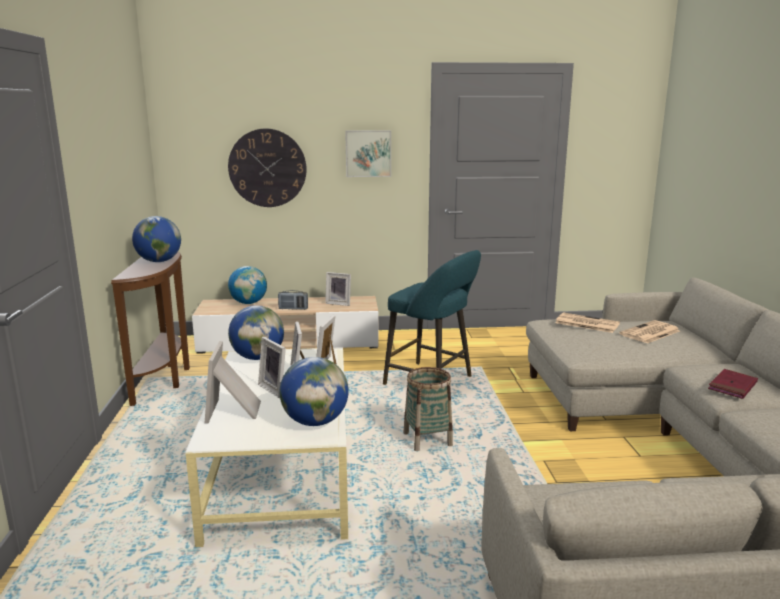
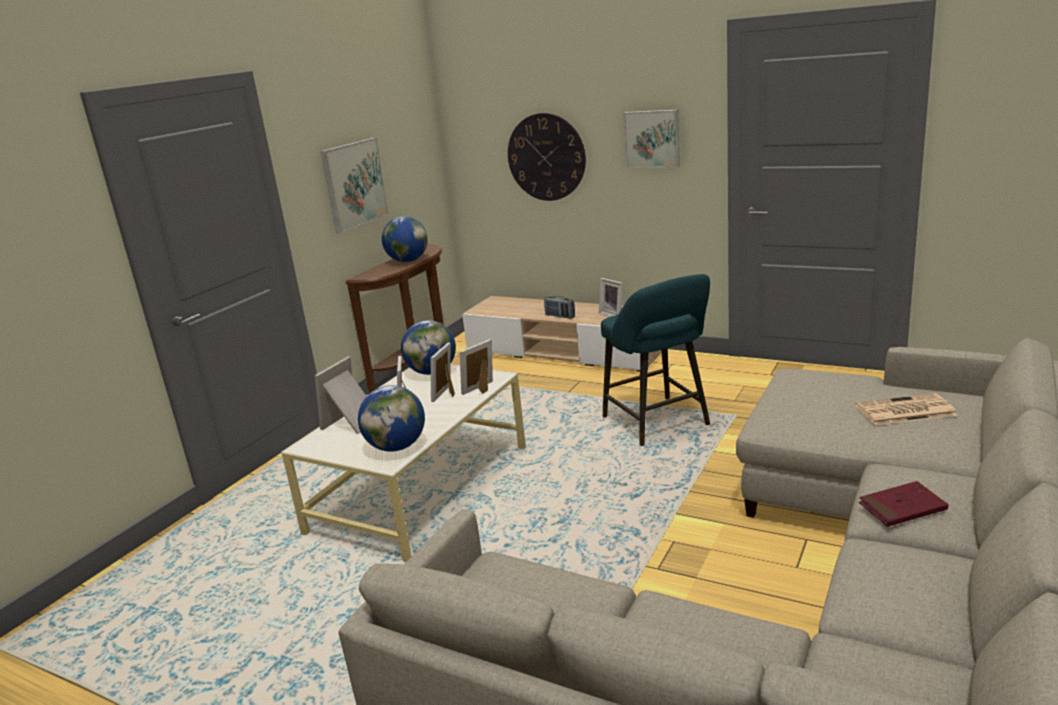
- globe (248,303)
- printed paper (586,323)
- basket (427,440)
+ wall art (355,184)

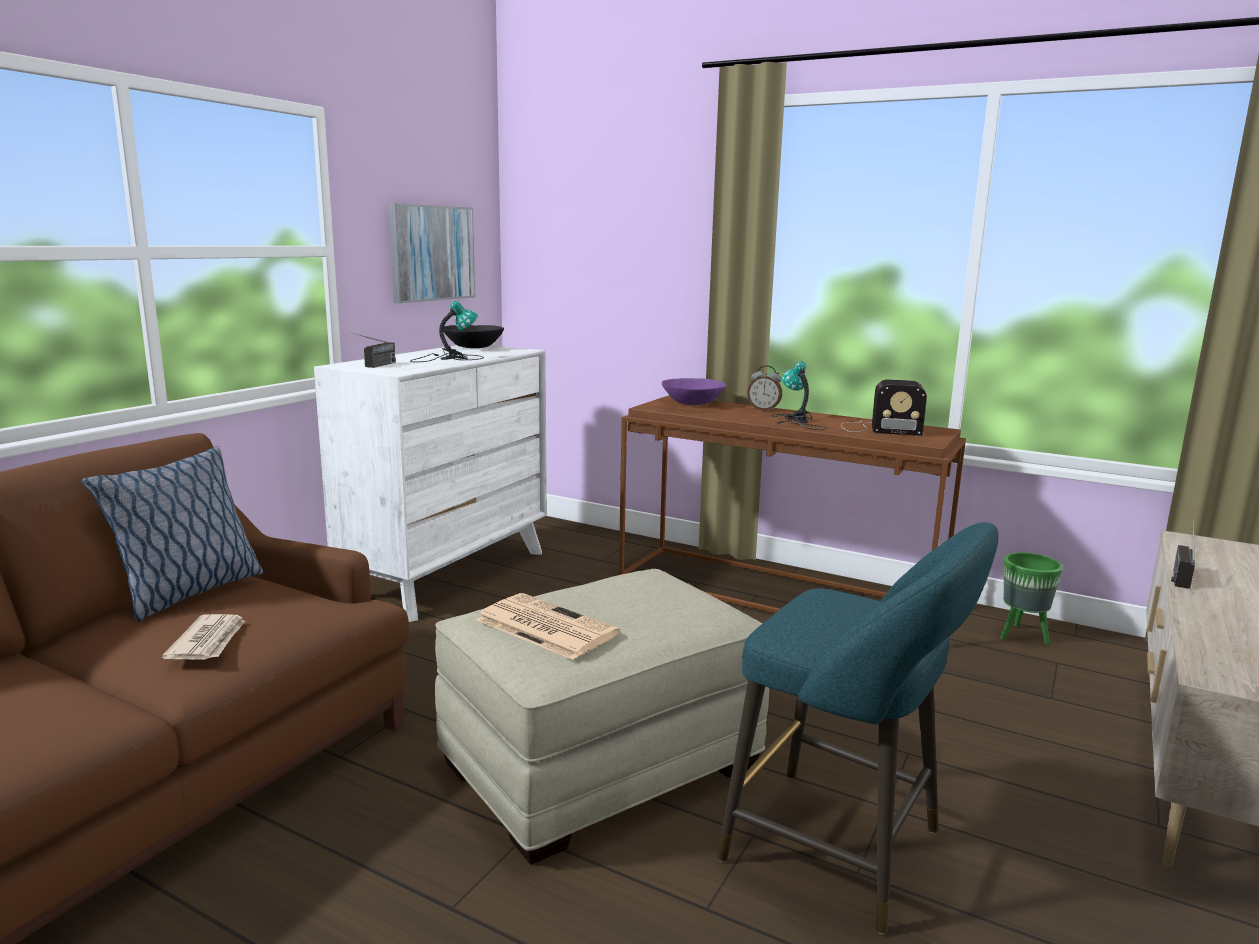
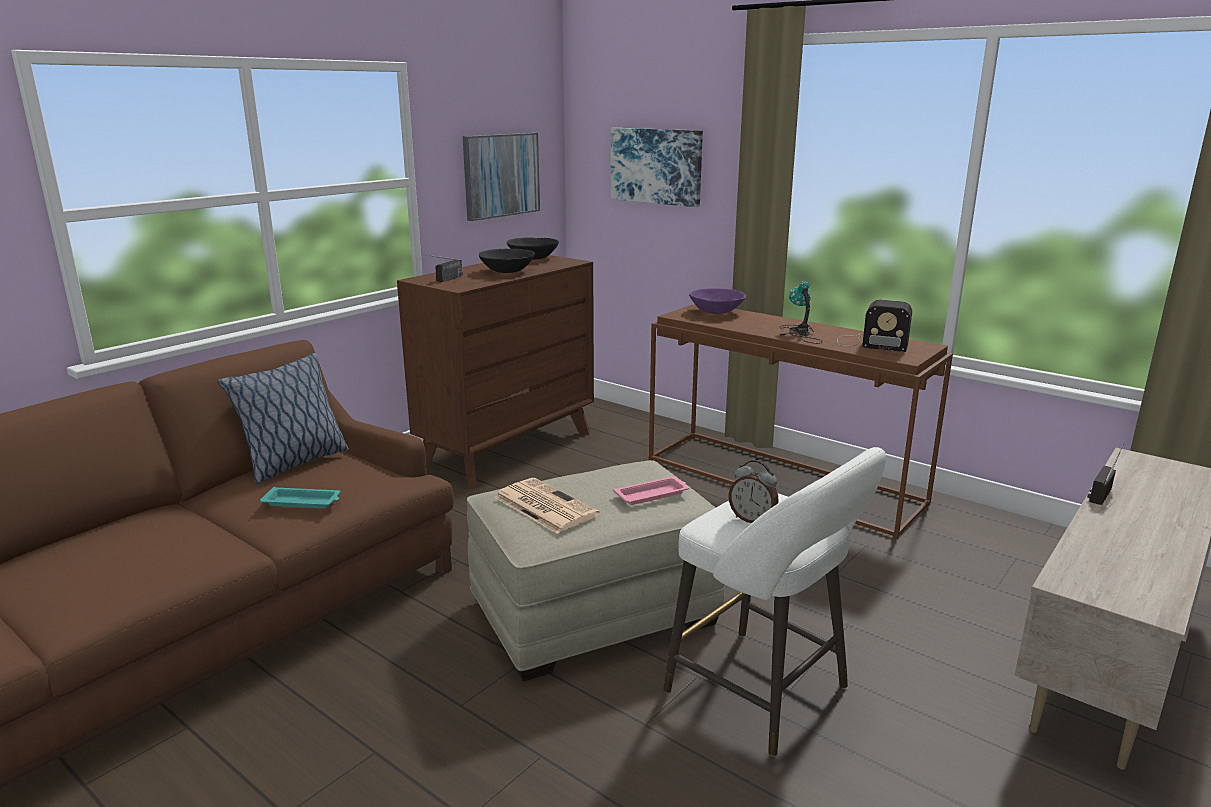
~ lamp for a table (449,358) to bowl/black-coloured (507,271)
~ drawer chest/white (447,574) to drawer chest/brown-coloured (507,449)
~ table clock (764,409) to (752,519)
~ stool/turquoise (843,851) to stool/white (764,694)
- planter/green-coloured (1022,636)
~ printed paper (209,641) to serving tray/turquoise (303,502)
+ wall art (656,166)
+ serving tray/pink (652,495)

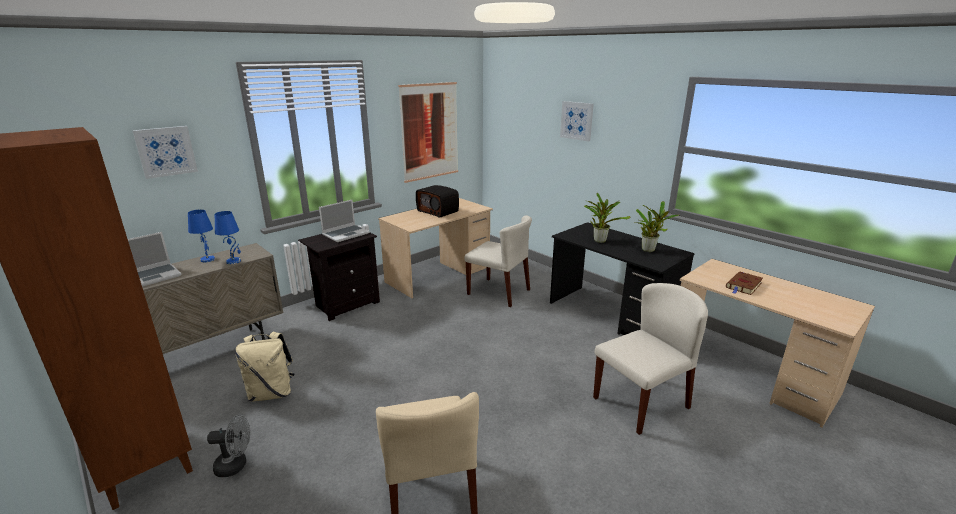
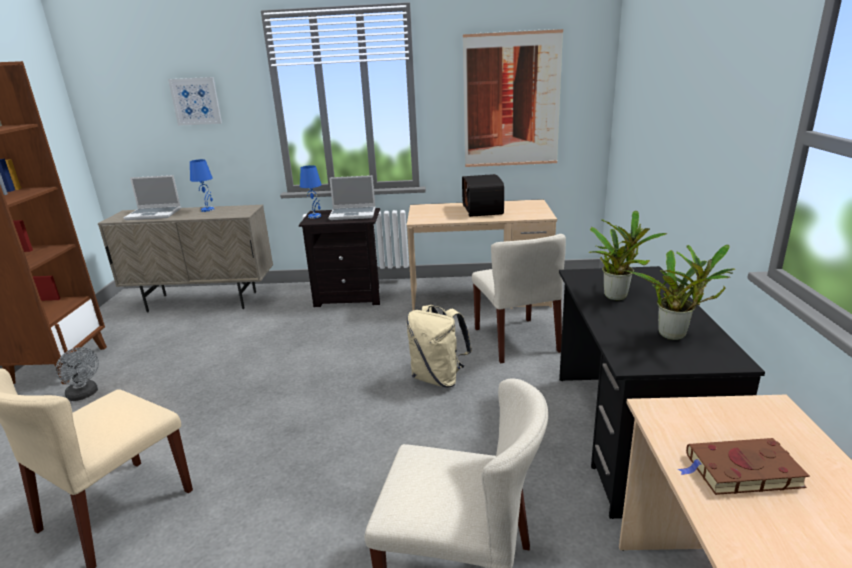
- wall art (577,120)
~ lamp for a table/blue (234,261) to (315,216)
~ rucksack/beige-coloured (271,393) to (438,378)

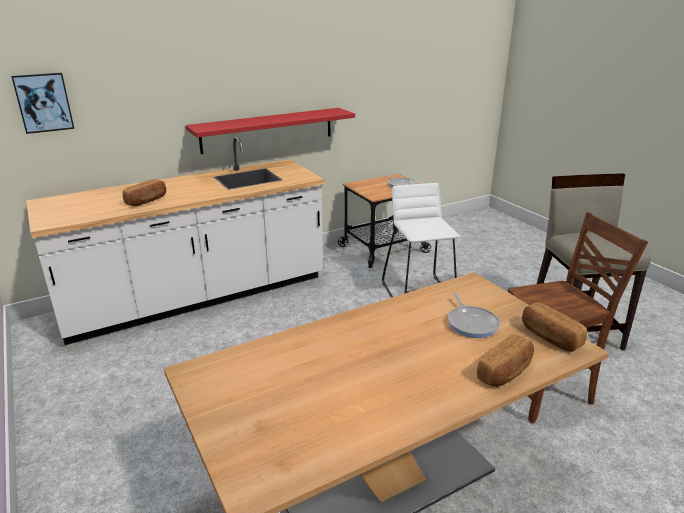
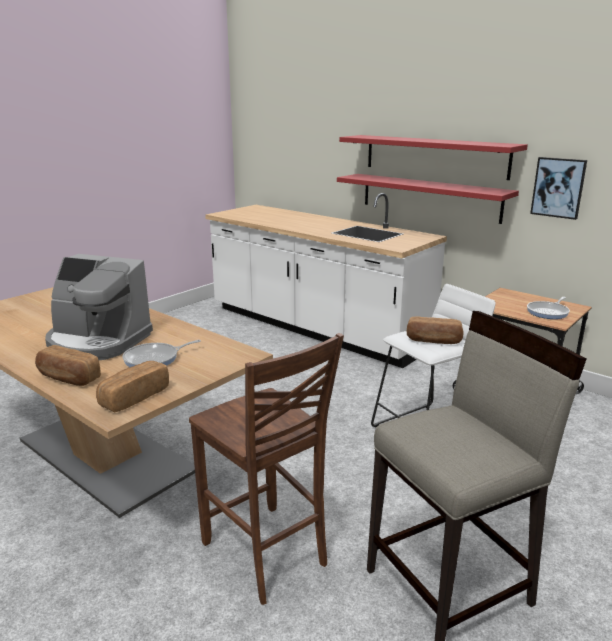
~ wall art (43,102) to (558,187)
~ bread (147,200) to (433,340)
+ shelf/red (434,156)
+ coffee maker (98,342)

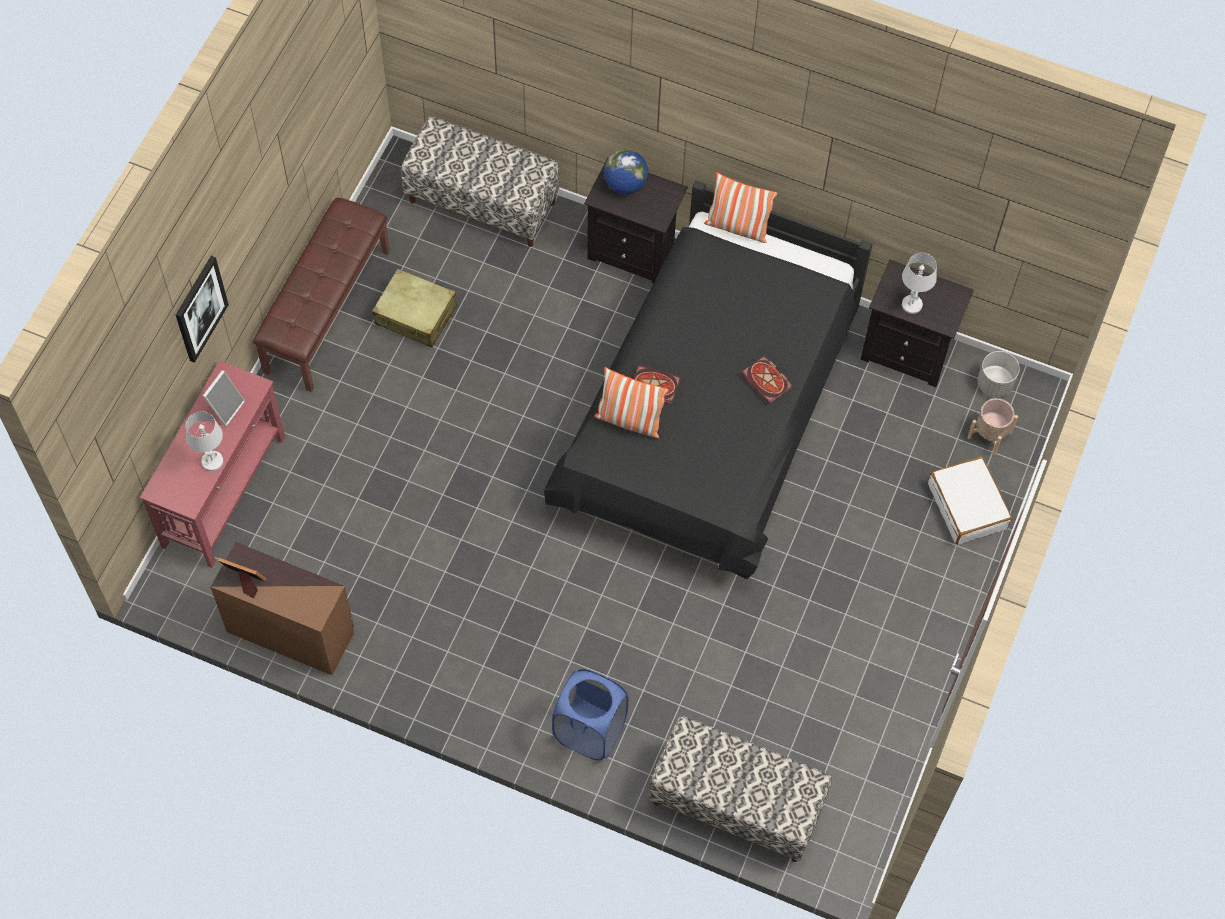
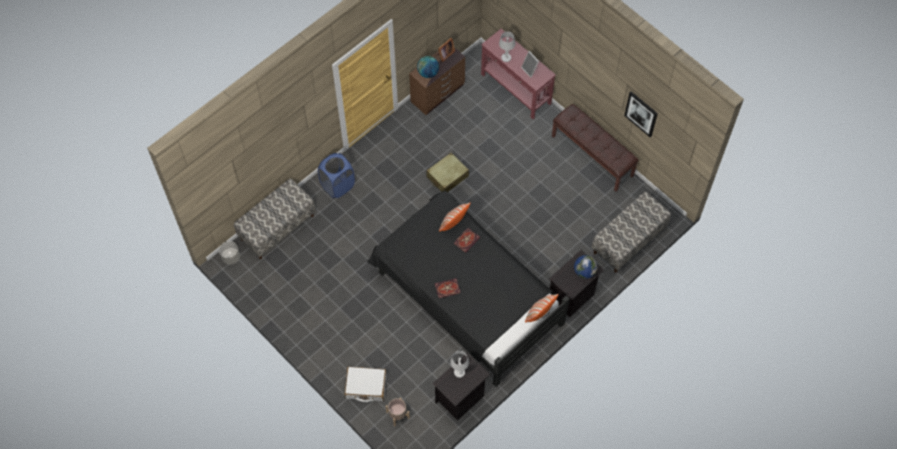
~ wall art (200,308) to (641,113)
~ suitcase/beige-coloured (416,315) to (447,177)
~ planter/greyish (995,383) to (231,257)
+ globe (428,73)

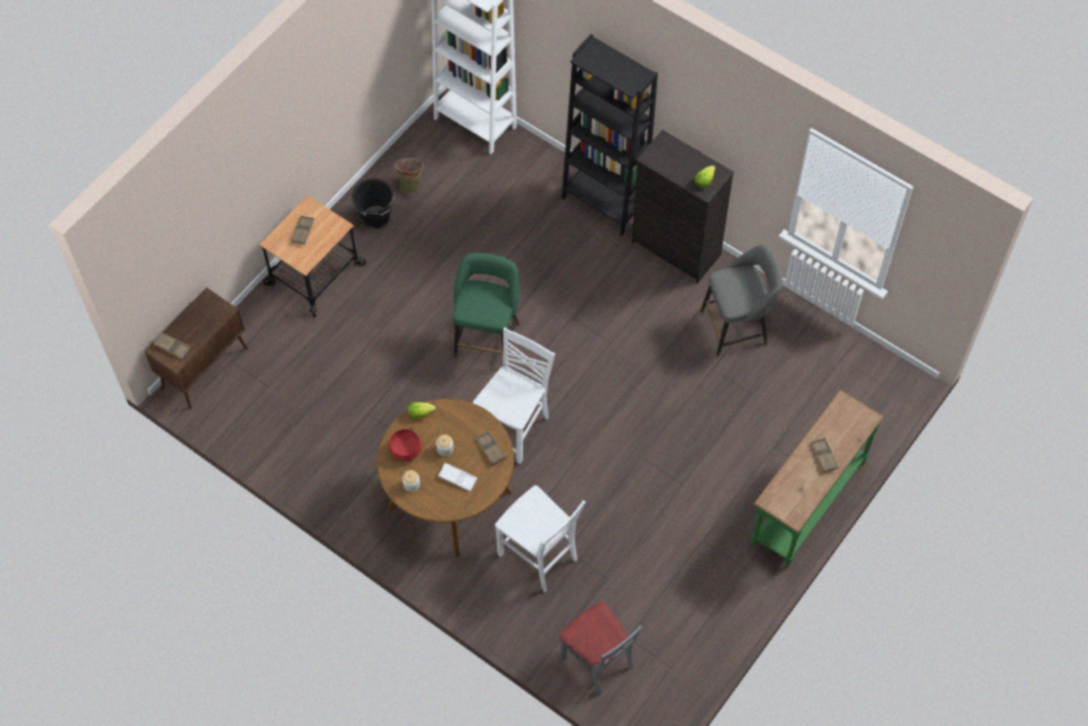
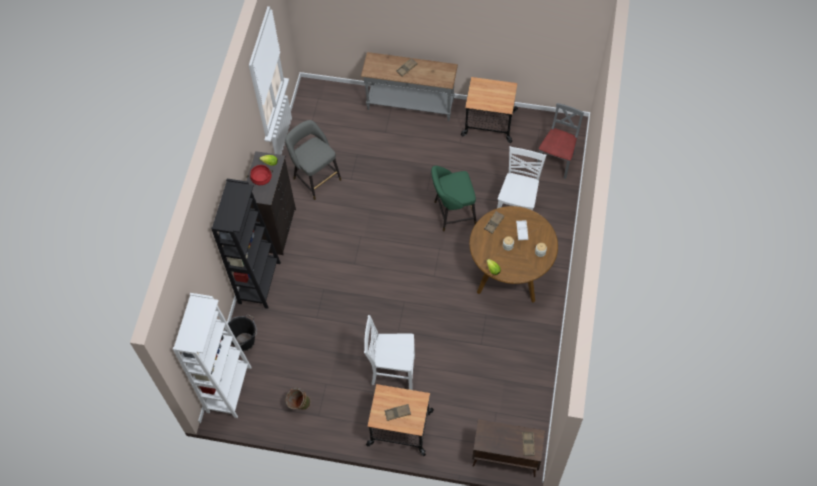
~ water bucket/black-coloured (376,218) to (245,341)
~ stool/green-coloured (487,337) to (452,213)
~ upright chair/white (515,428) to (392,371)
~ narrow table/green-coloured (806,502) to narrow table/greyish (410,106)
~ stockpot/red (406,450) to (261,178)
+ wheeled cart (489,123)

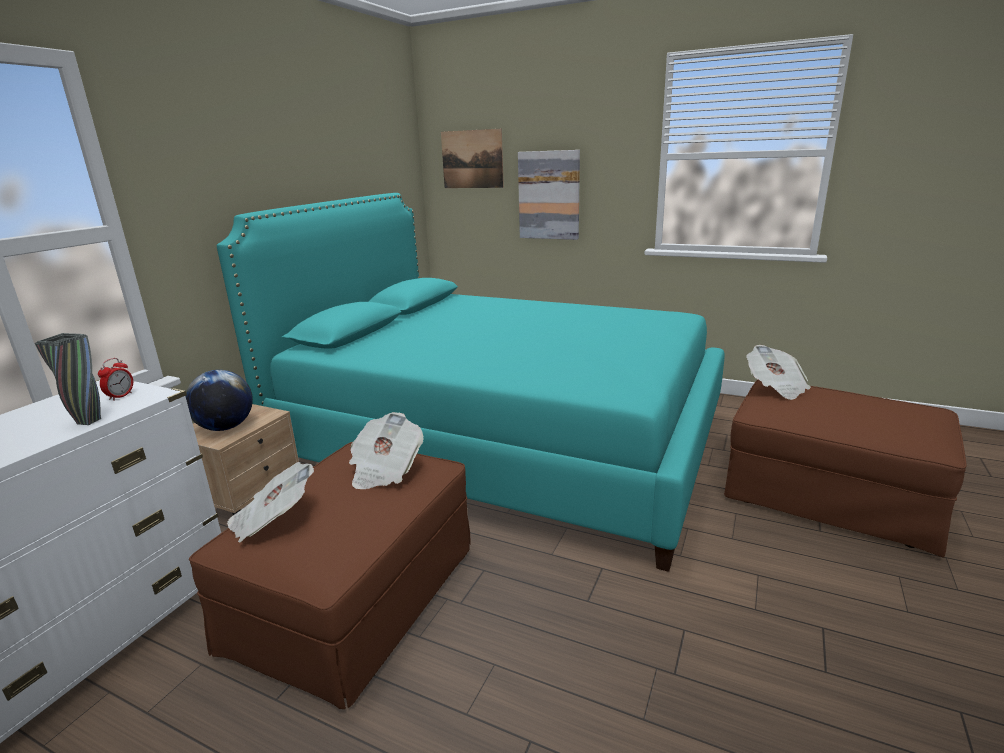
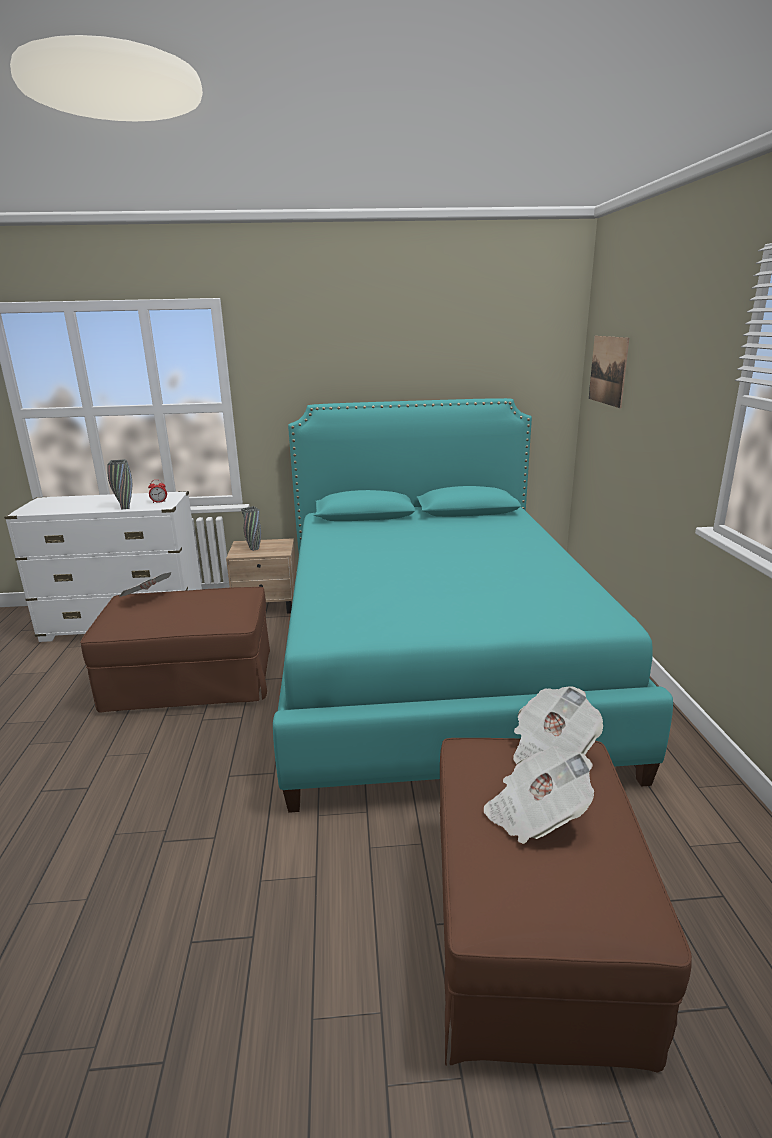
- wall art (549,195)
~ globe (226,427) to decorative vase/greyish (254,549)
~ printed paper (385,469) to (535,814)

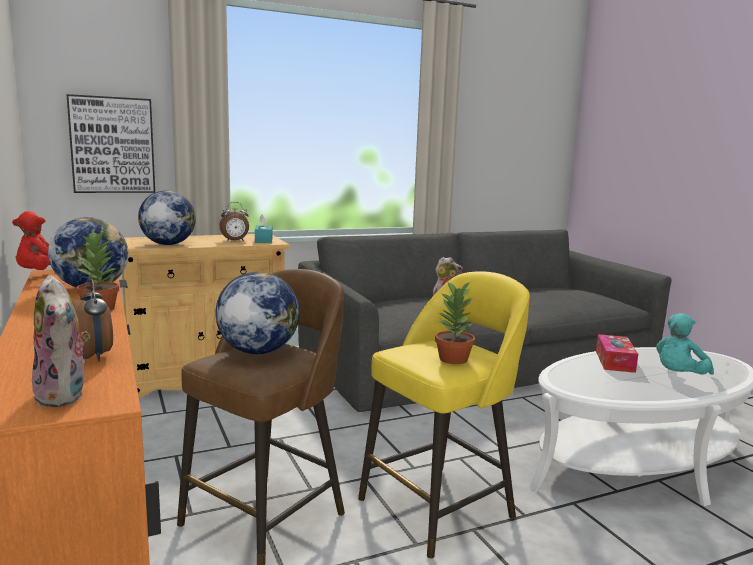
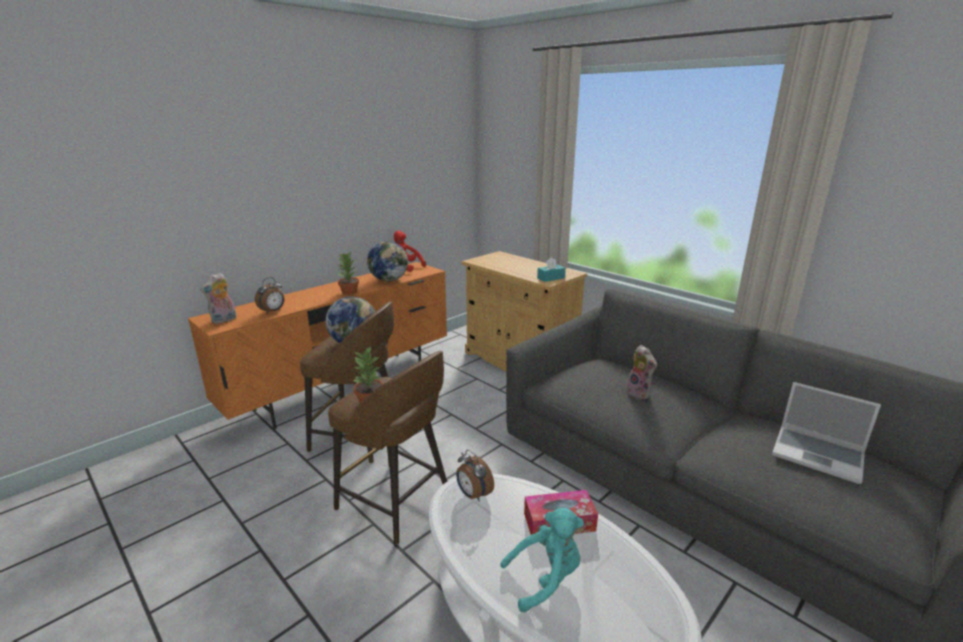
- wall art (112,145)
- globe (168,244)
~ table clock (235,241) to (473,495)
~ stool/yellow-coloured (440,506) to stool/brown-coloured (396,502)
~ cuddly toy/turquoise (678,376) = (546,578) 135 degrees clockwise
+ laptop (818,455)

